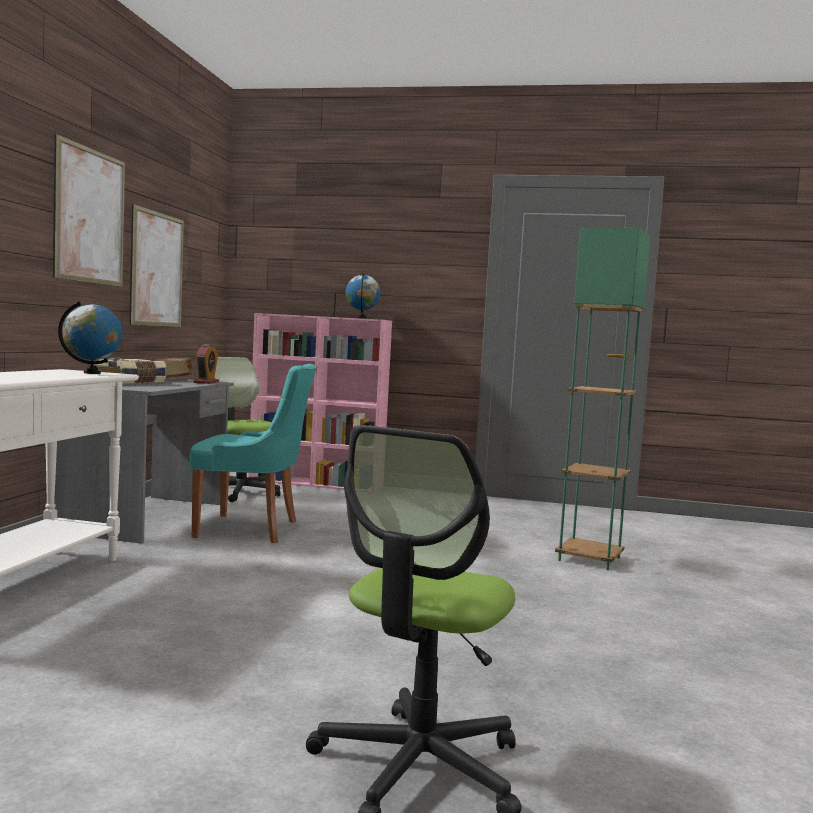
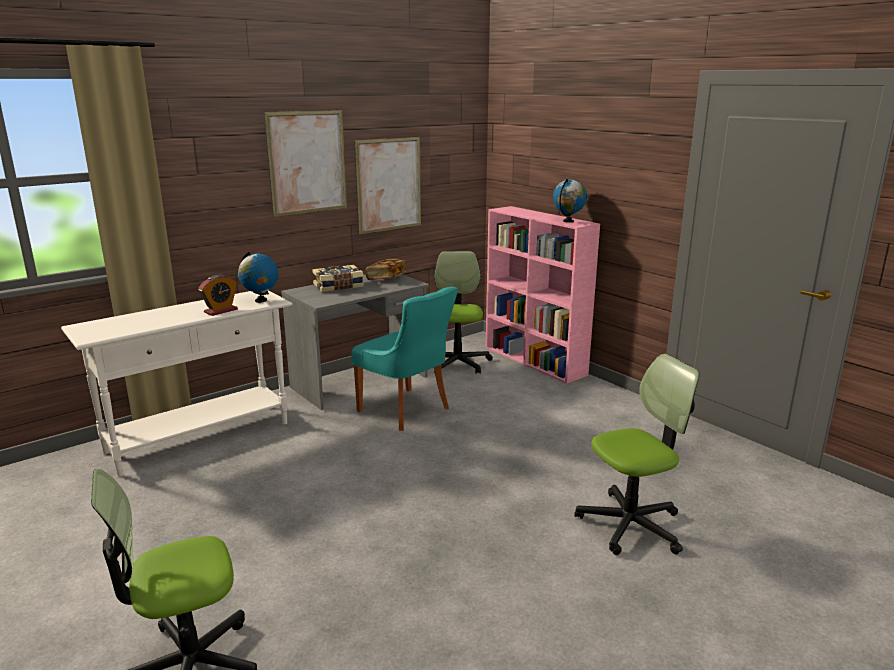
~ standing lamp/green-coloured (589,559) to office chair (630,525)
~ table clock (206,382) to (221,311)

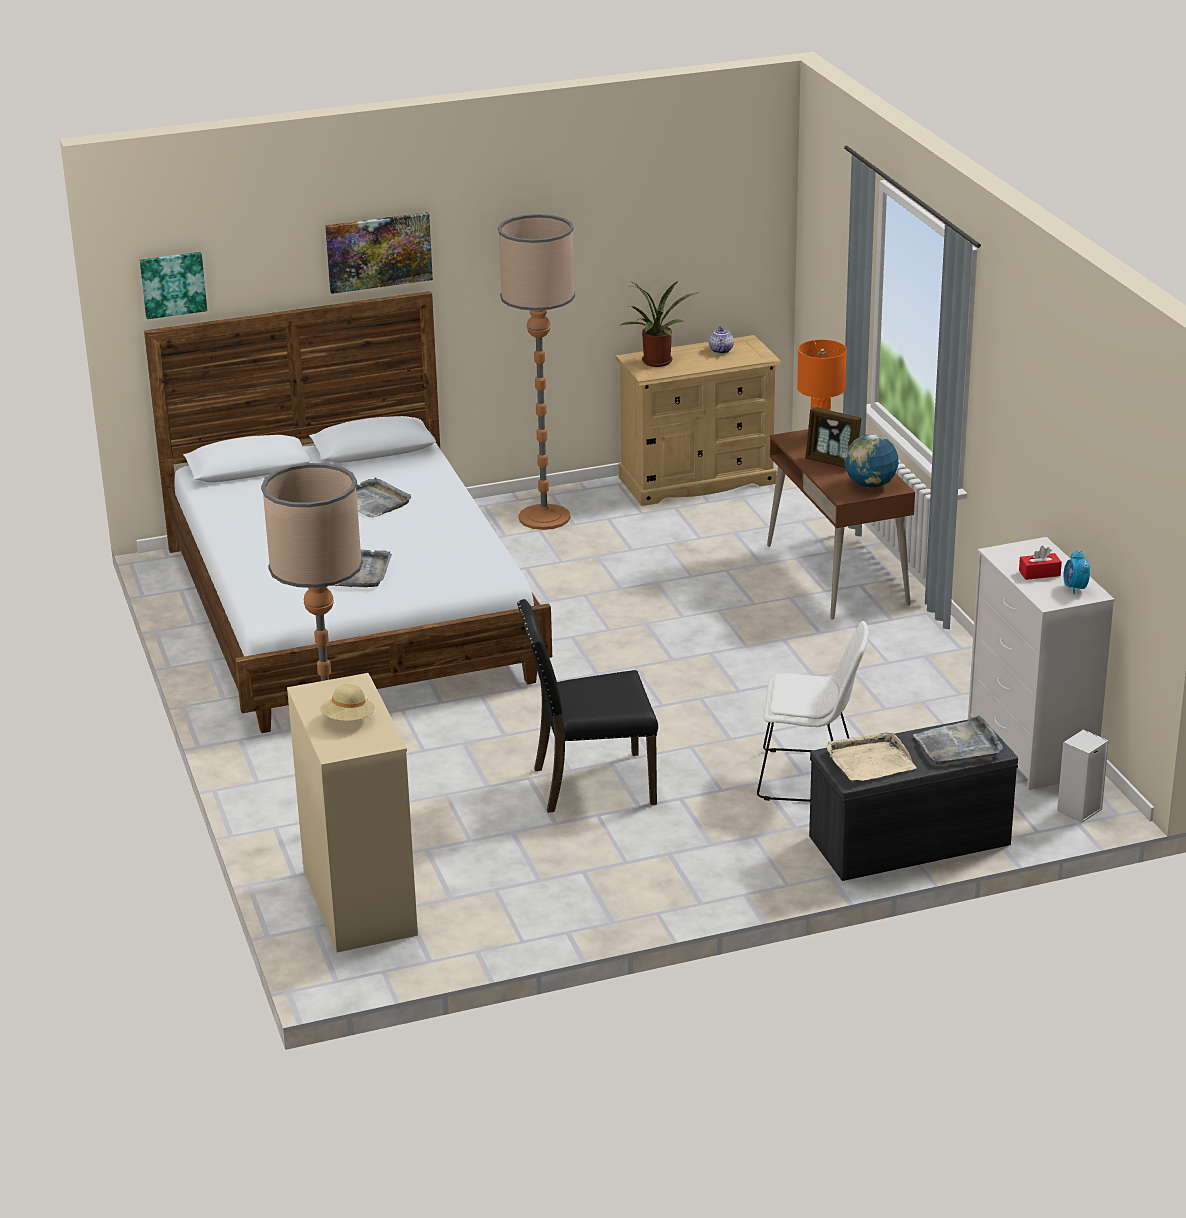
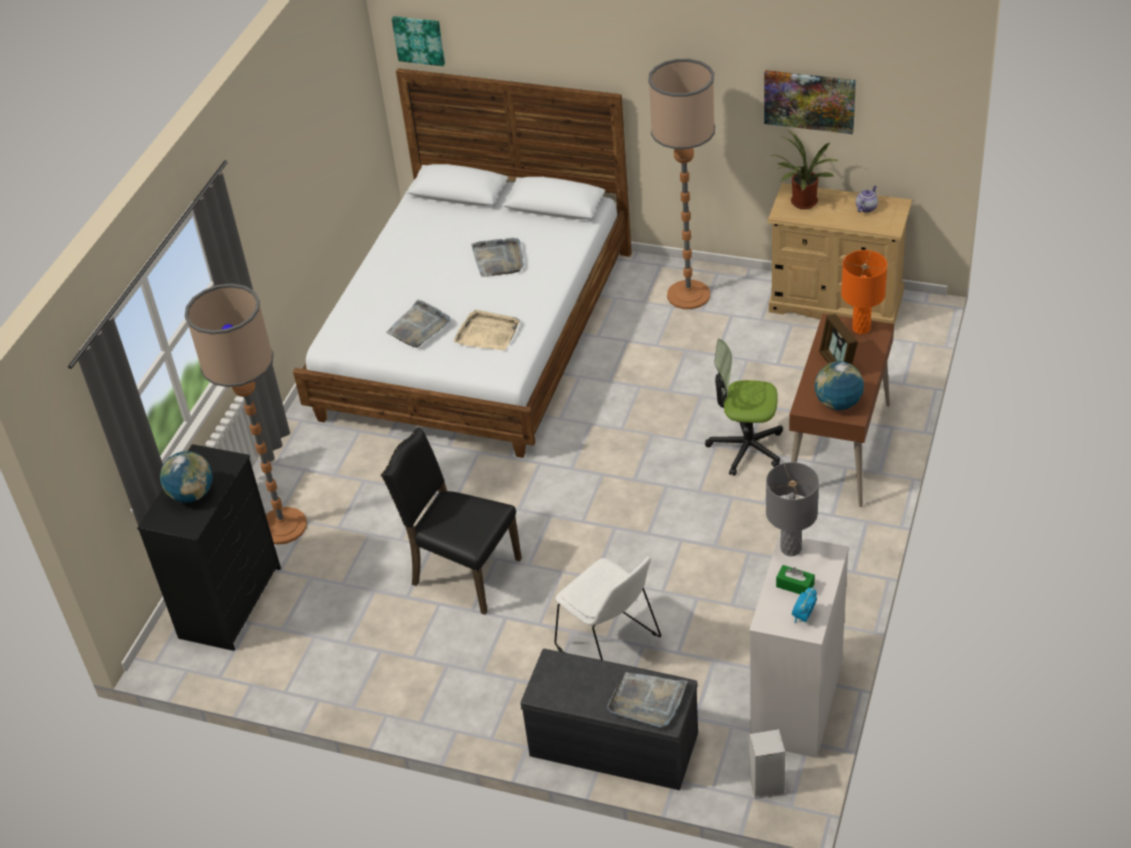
~ wall art (378,251) to (809,100)
~ tissue box/red (1039,573) to tissue box/green-coloured (795,585)
~ drawer chest/beige-coloured (359,901) to drawer chest/black-coloured (230,601)
~ hat/beige-coloured (348,720) to globe (192,494)
~ serving tray/beige-coloured (869,761) to (487,333)
+ office chair (746,447)
+ lamp for a table/greyish (790,548)

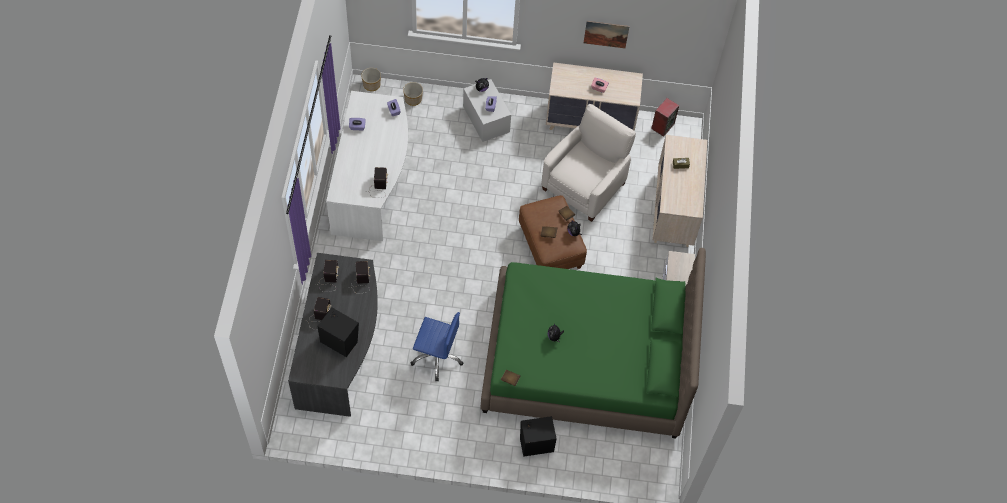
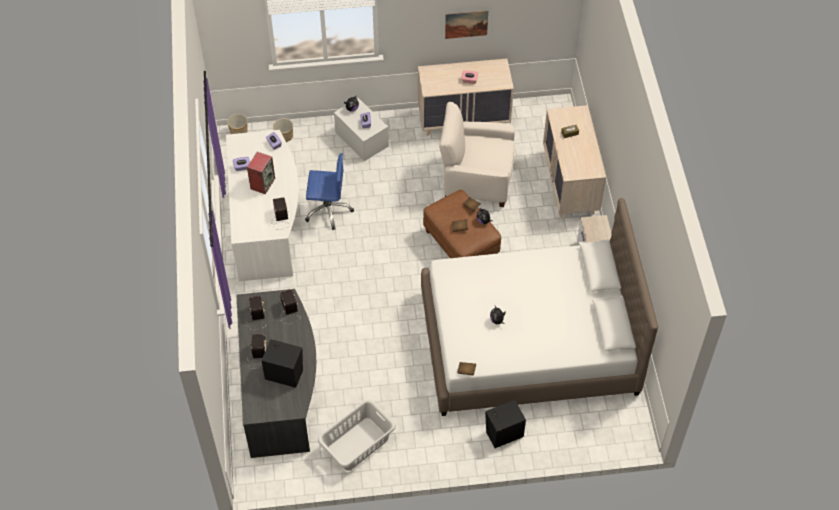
~ loudspeaker (662,126) to (262,183)
~ easy chair/white (584,185) = (476,179) 105 degrees counterclockwise
~ sleeping bed/green-coloured (586,360) to sleeping bed/white (528,342)
~ office chair/blue (437,356) to (328,210)
+ hamper/greyish (358,444)

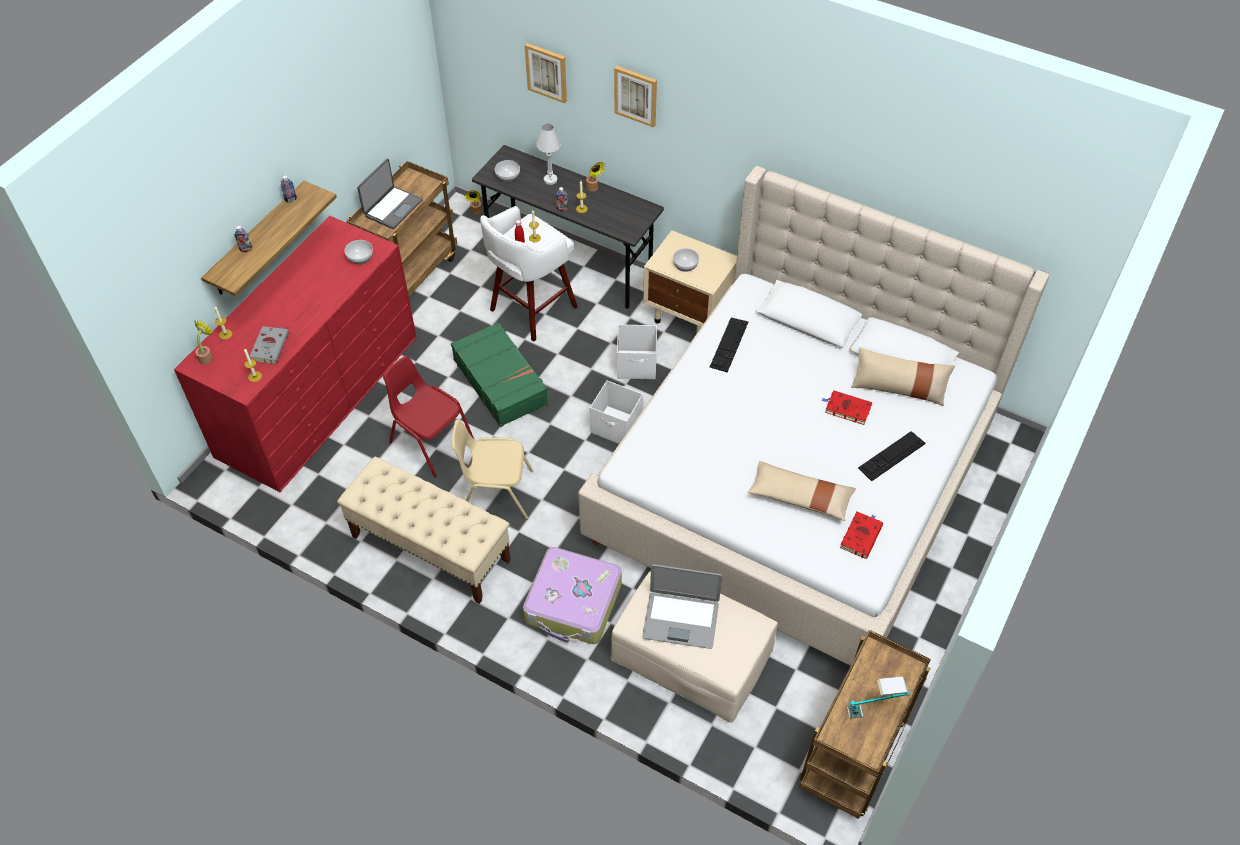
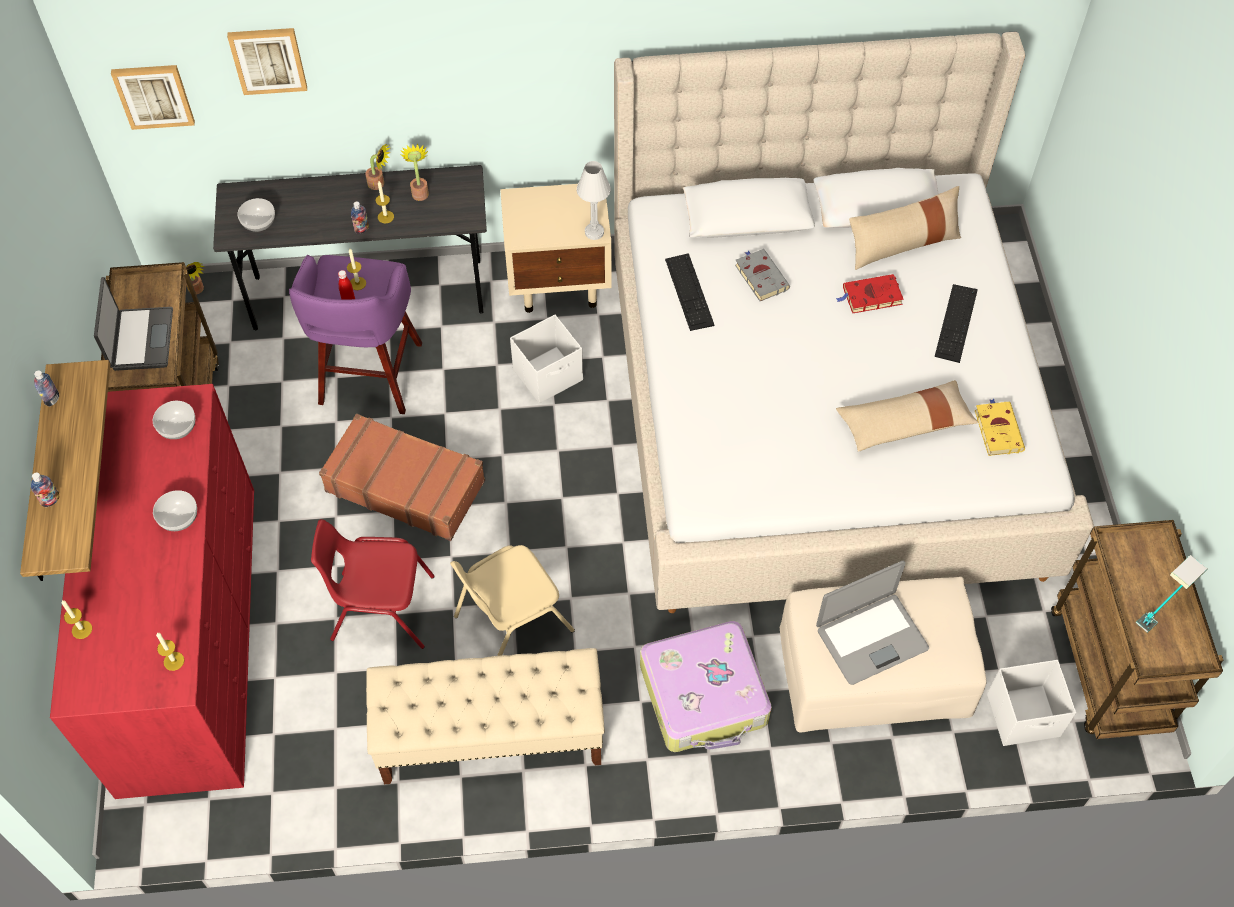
~ wall art (636,95) to (153,95)
~ lamp for a table/white (550,180) to (594,232)
~ stool/white (531,310) to stool/purplish (369,377)
~ bowl (685,265) to (179,518)
~ houseplant (207,357) to (419,191)
~ suitcase/green-coloured (501,381) to suitcase/brown-coloured (405,485)
~ volume/greyish (270,346) to (760,276)
~ storage bin/white (617,427) to (1024,716)
~ volume/red (861,535) to volume/yellow-coloured (997,429)

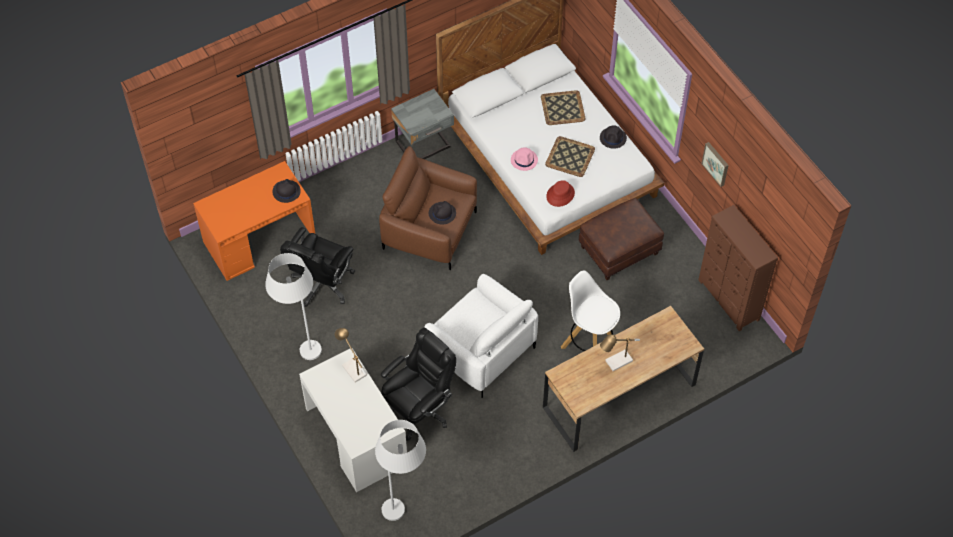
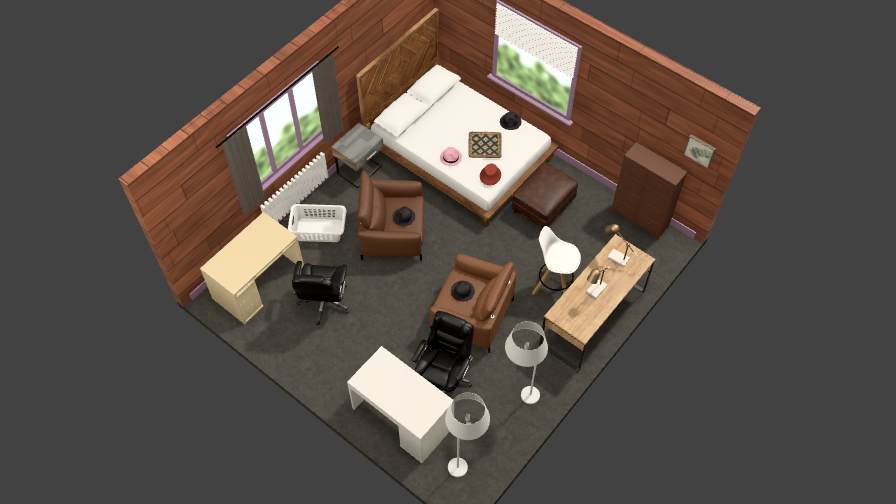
- serving tray (562,108)
~ wall art (716,163) to (700,150)
~ desk/orangey (259,240) to desk/beige-coloured (258,283)
~ hat/black-coloured (286,191) to (462,291)
~ standing lamp/white (300,345) to (519,393)
~ easy chair/white (480,350) to easy chair/brown-coloured (471,315)
~ lamp for a table (352,368) to (615,257)
+ hamper/white (319,230)

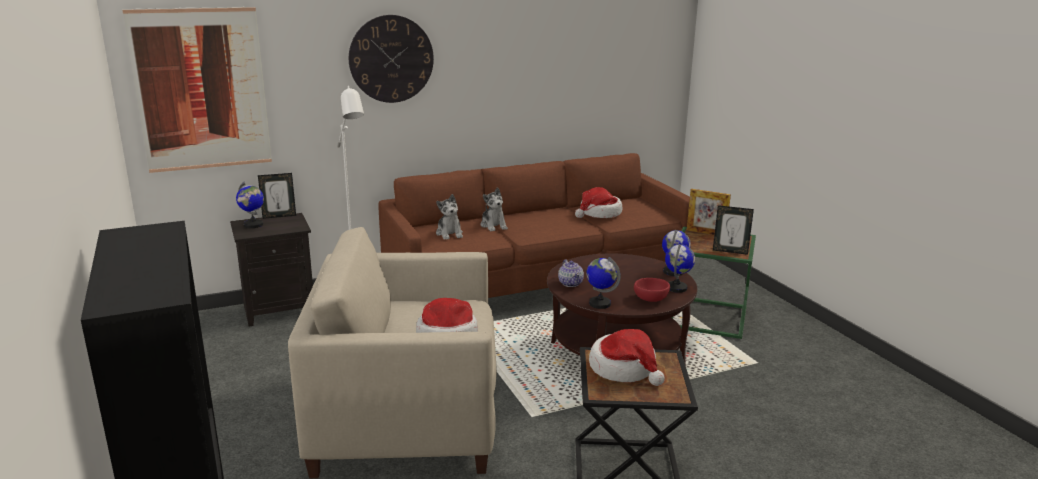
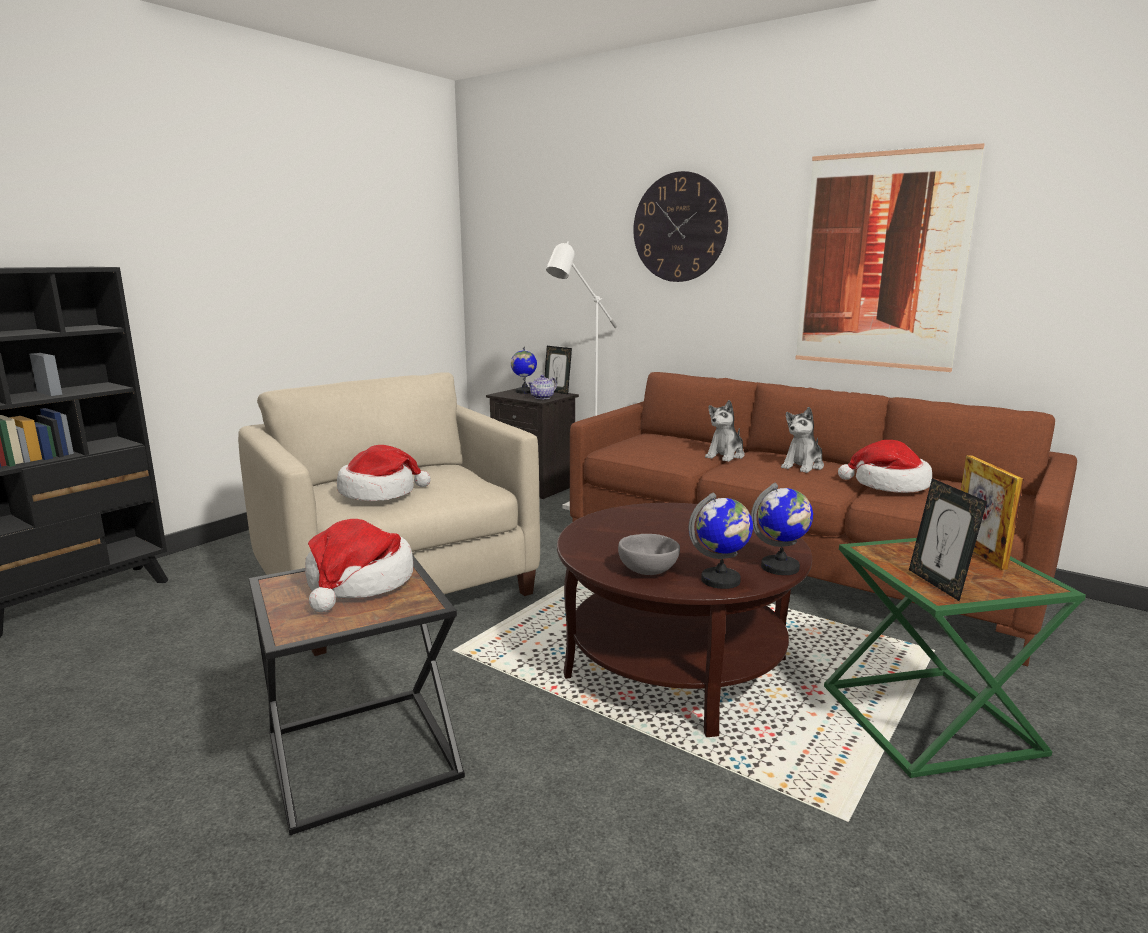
~ wall art (201,89) to (881,261)
~ cuddly toy (449,234) to (803,466)
- globe (599,303)
~ pot for tea (570,283) to (542,397)
~ bowl/red (651,299) to bowl/greyish (647,571)

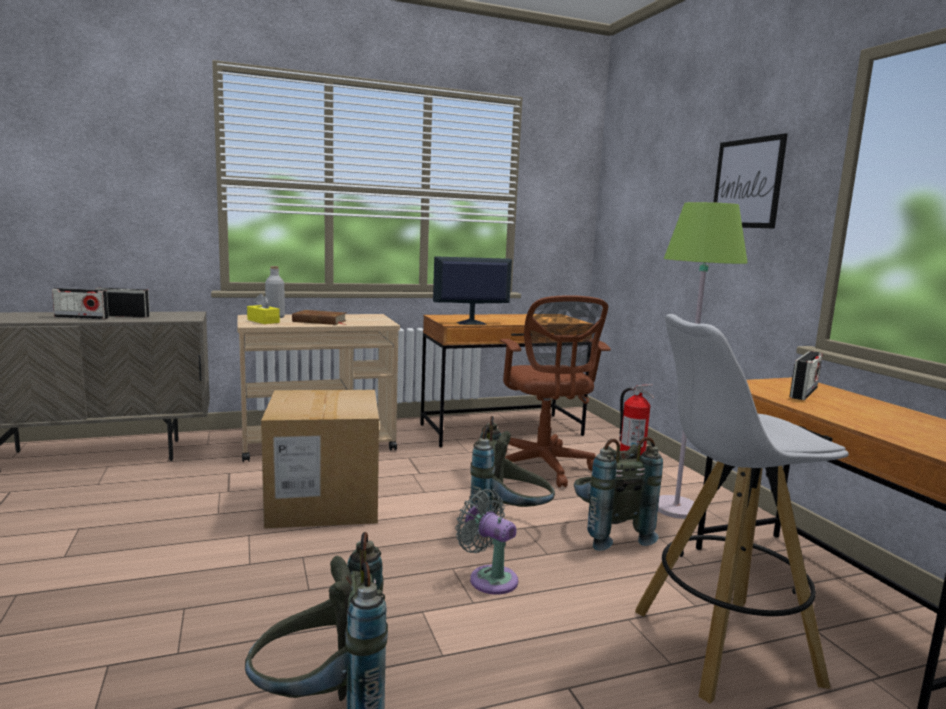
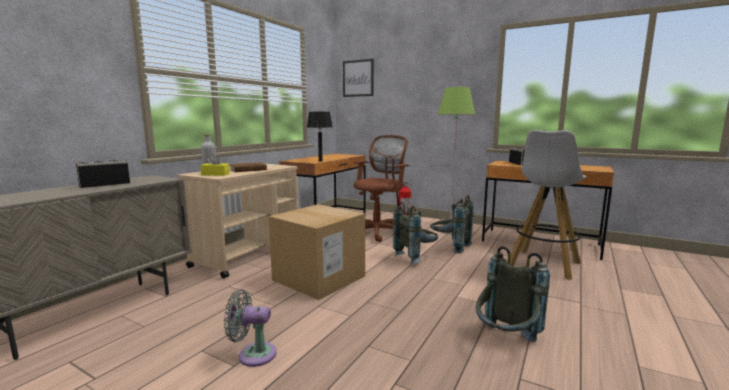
~ wall art (747,183) to (358,78)
~ monitor (470,323) to lamp for a table/black-coloured (320,161)
- radio set (81,317)
~ office chair/brown-coloured (544,467) = (378,232) 90 degrees counterclockwise
~ cooling fan/greyish (489,578) to (253,354)

